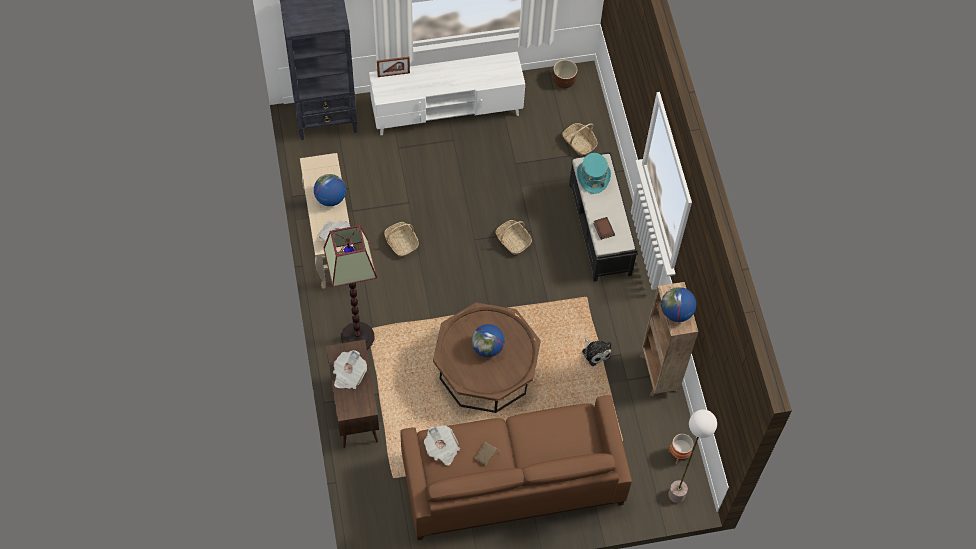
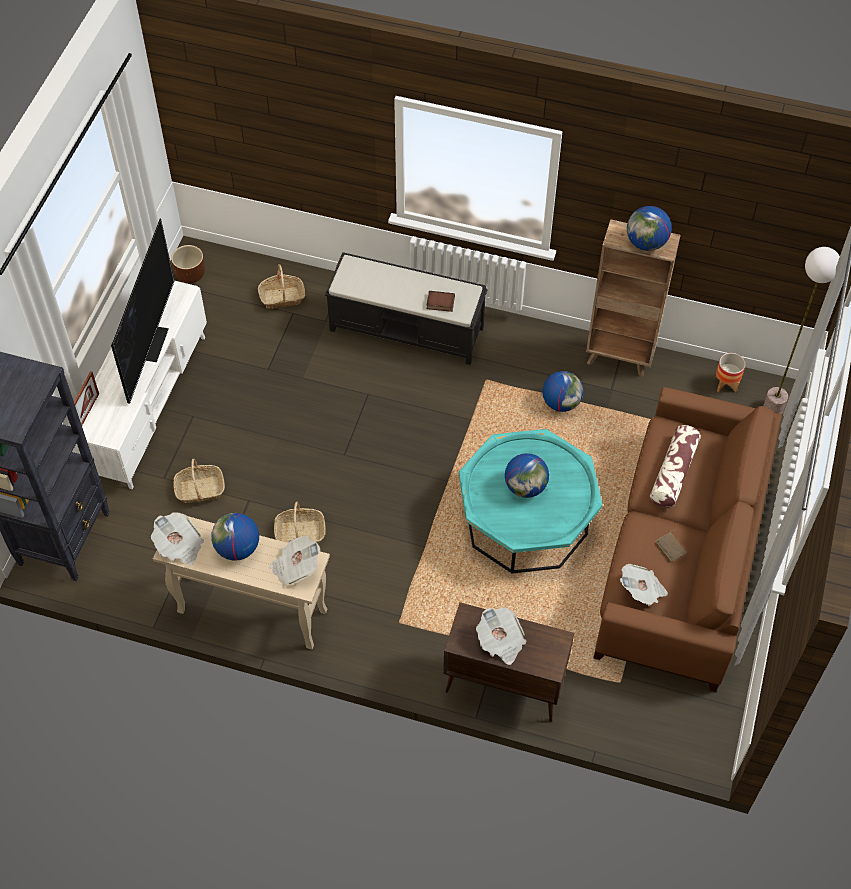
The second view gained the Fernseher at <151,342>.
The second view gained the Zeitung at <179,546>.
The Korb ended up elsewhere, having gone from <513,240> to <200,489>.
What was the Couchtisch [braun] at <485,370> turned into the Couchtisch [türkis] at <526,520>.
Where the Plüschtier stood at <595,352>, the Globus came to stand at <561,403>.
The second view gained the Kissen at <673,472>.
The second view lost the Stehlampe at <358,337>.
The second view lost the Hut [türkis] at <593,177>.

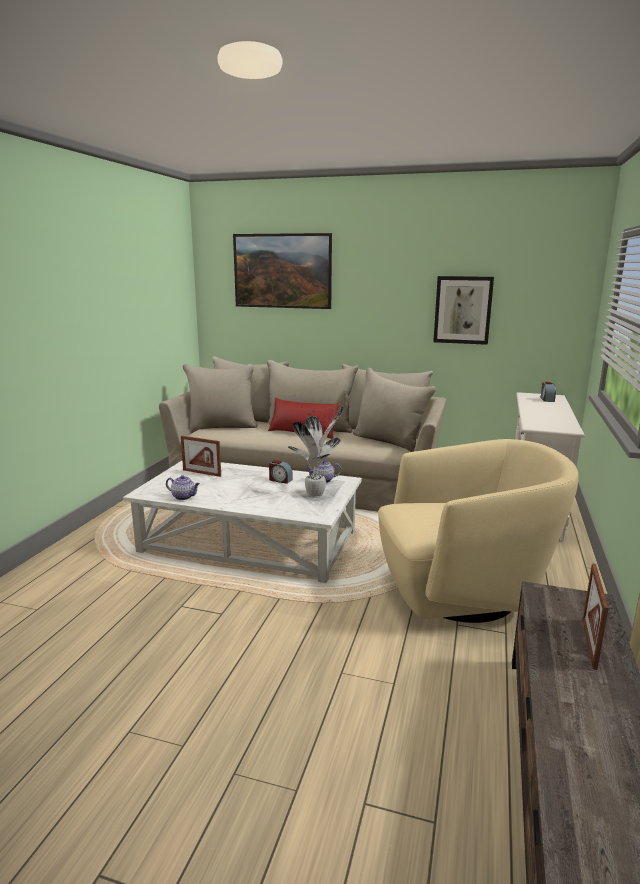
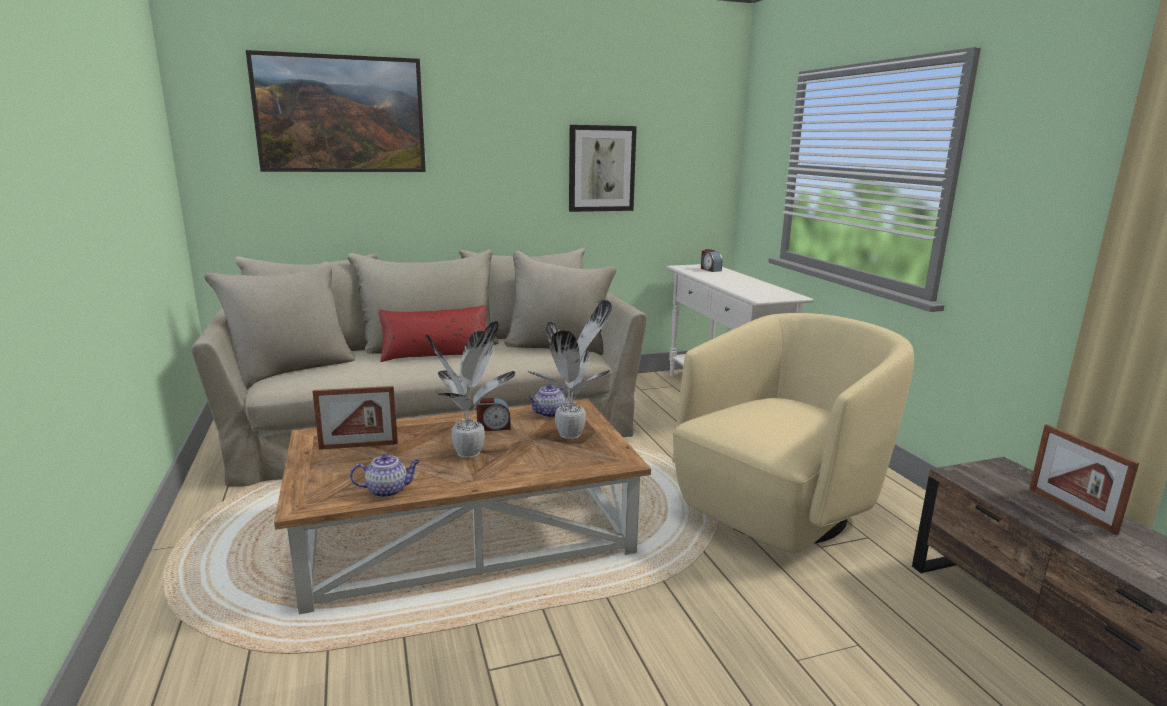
What was the Couchtisch [weiß] at <251,540> turned into the Couchtisch [braun] at <467,531>.
The second view gained the Topfpflanze at <470,454>.

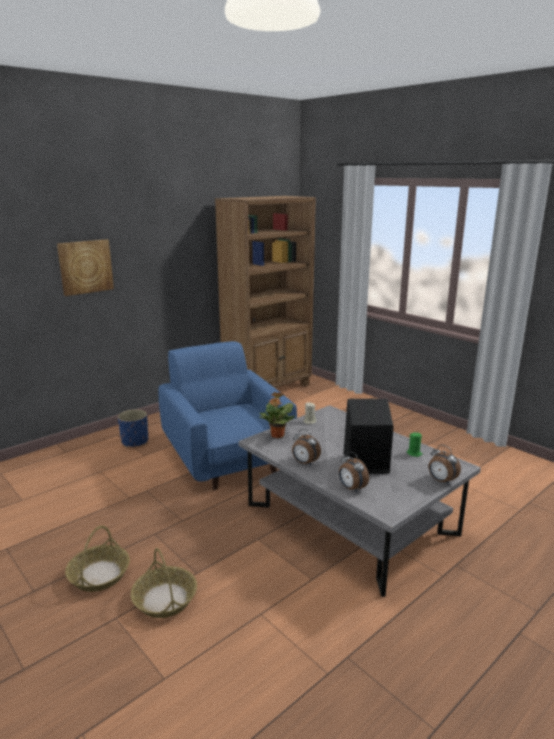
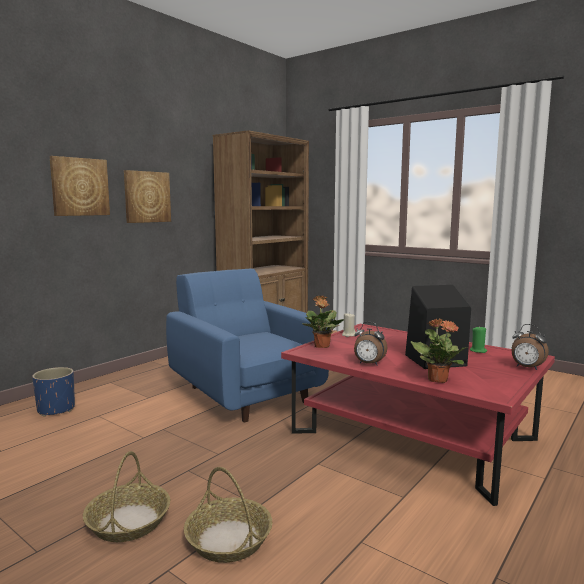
The Pflanzkübel [blau] ended up elsewhere, having gone from <135,441> to <56,409>.
The second view gained the Bild at <147,197>.
What was the Couchtisch [grau] at <350,519> turned into the Couchtisch [rot] at <412,436>.
Where the Wecker stood at <351,488>, the Topfpflanze came to stand at <437,379>.

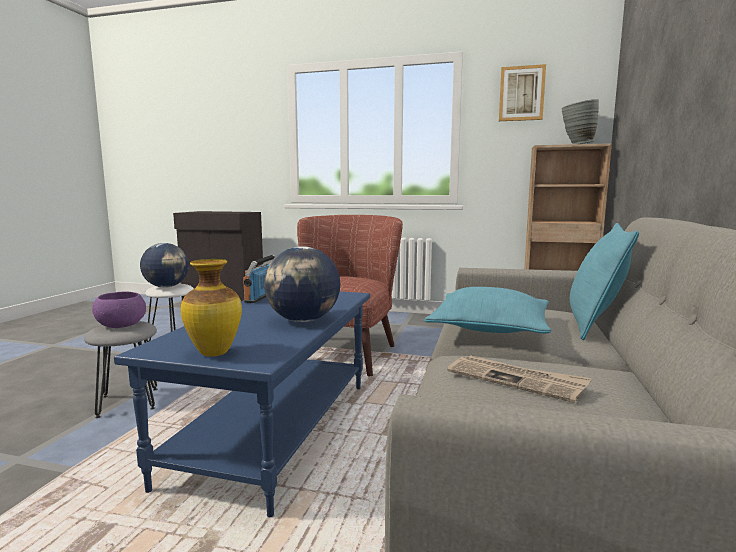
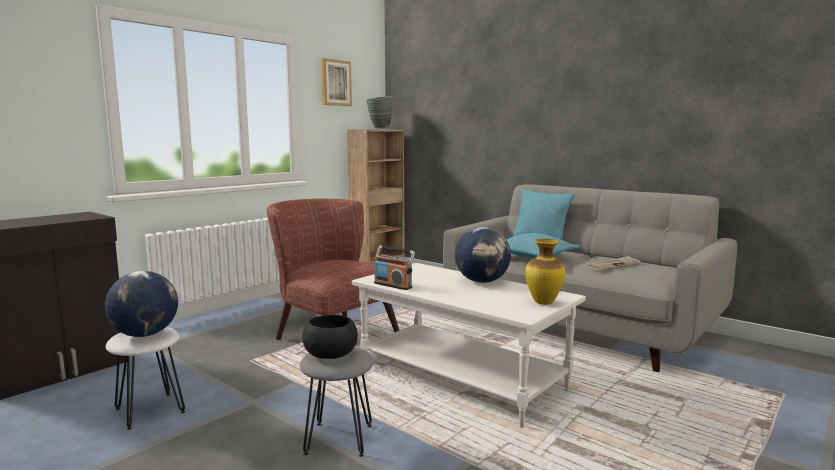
What was the Schüssel [lila] at <121,325> turned into the Schüssel [schwarz] at <331,354>.
What was the Couchtisch [blau] at <277,431> turned into the Couchtisch [weiß] at <462,378>.

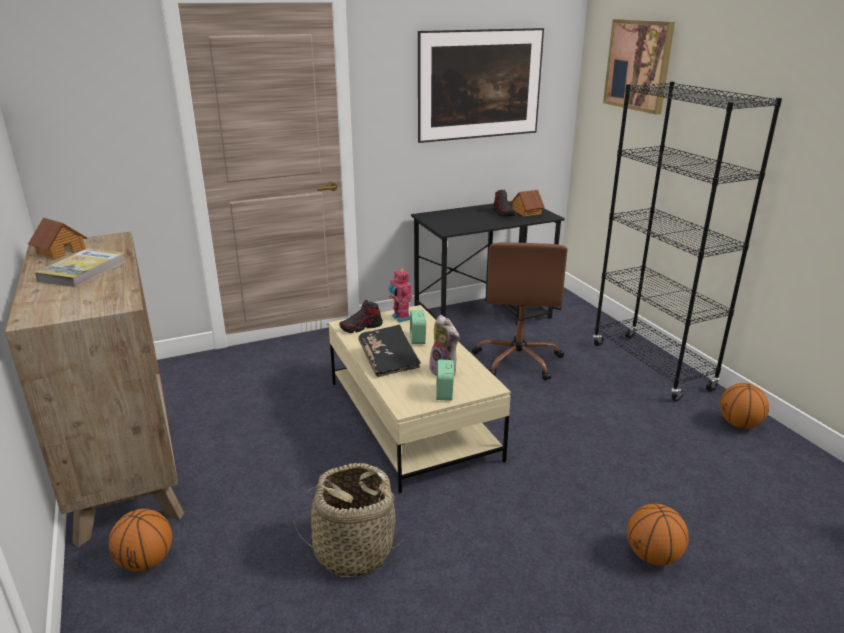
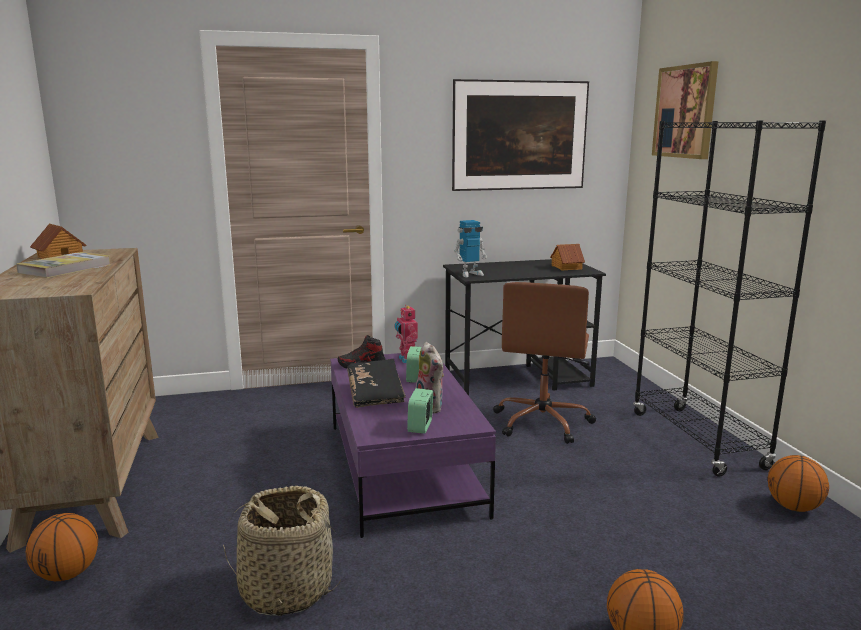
What was the Couchtisch [beige] at <412,419> turned into the Couchtisch [lila] at <403,468>.
The second view gained the Spielzeugroboter at <470,274>.
The second view lost the Schuh at <503,213>.

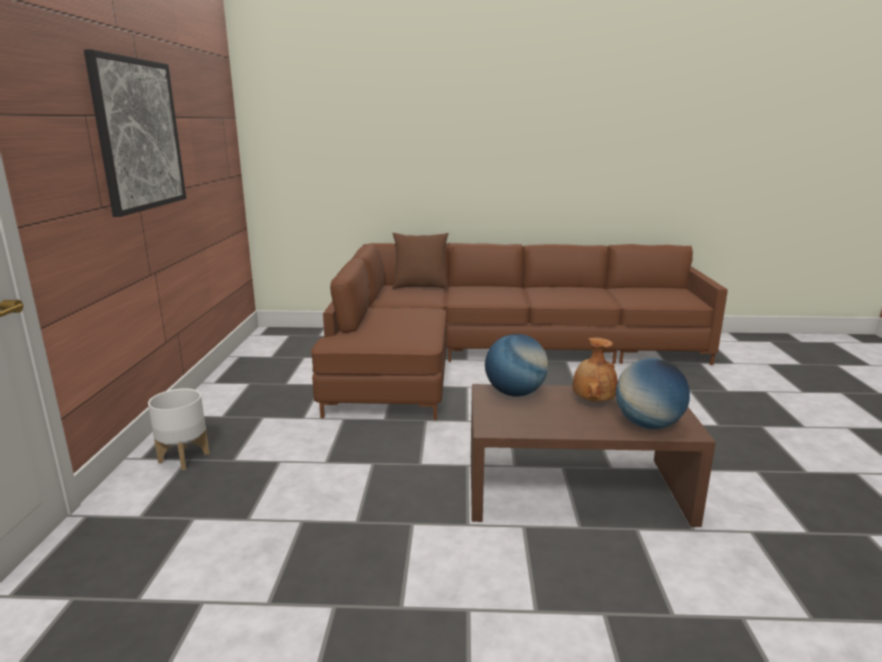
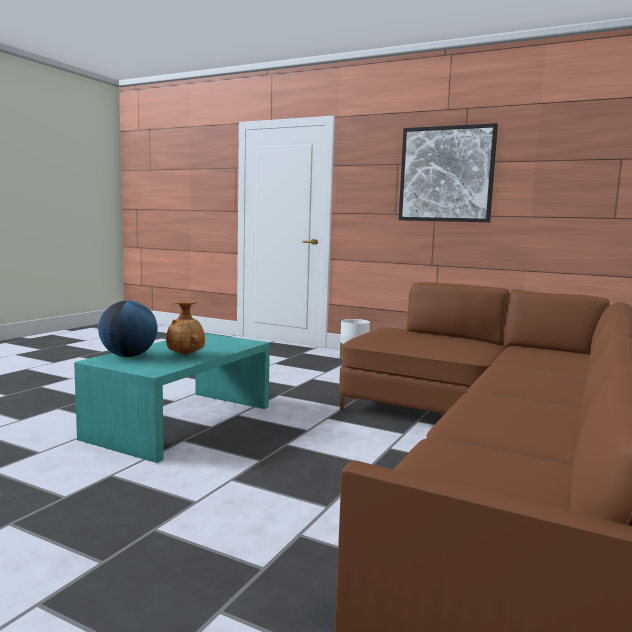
What was the Couchtisch [braun] at <575,488> turned into the Couchtisch [türkis] at <182,422>.
The second view lost the Kissen [braun] at <420,286>.
The second view lost the Globus at <515,393>.

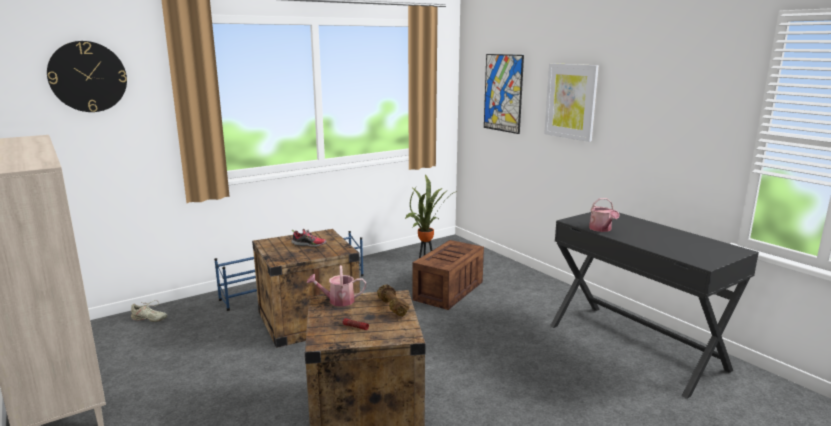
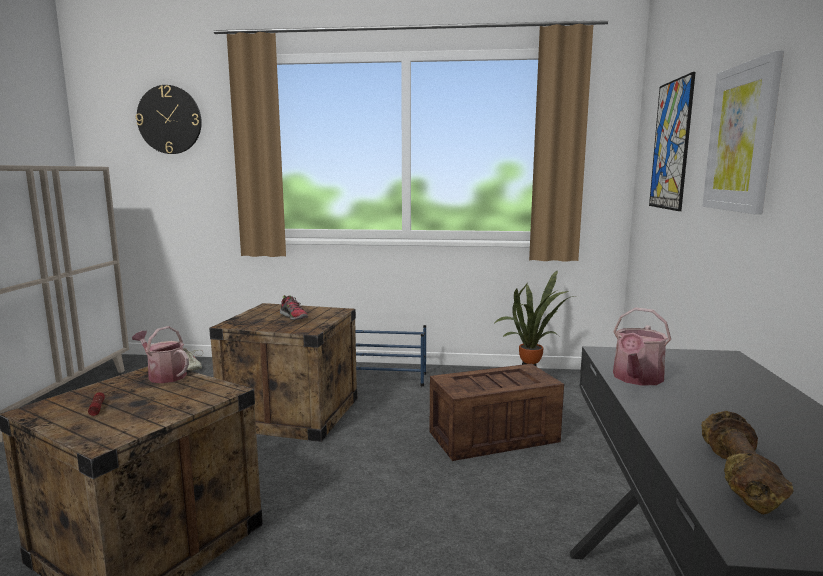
The Hantel [braun] ended up elsewhere, having gone from <392,307> to <737,477>.

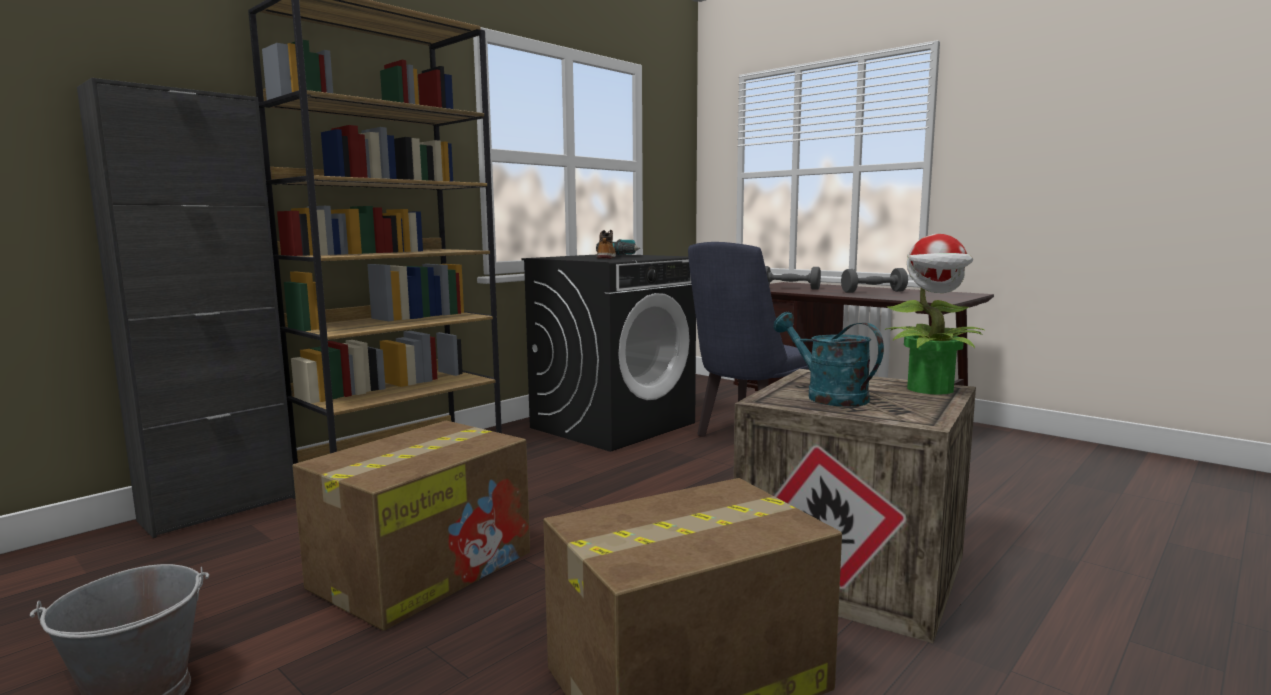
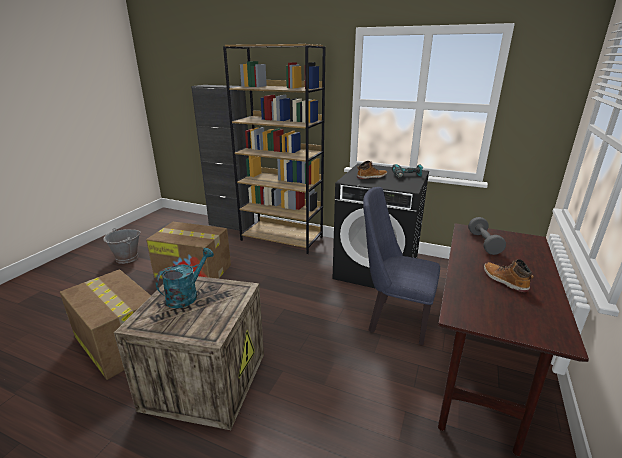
Where the Hantel [grau] stood at <873,292>, the Stiefel came to stand at <504,280>.
The second view lost the Topfpflanze at <931,389>.

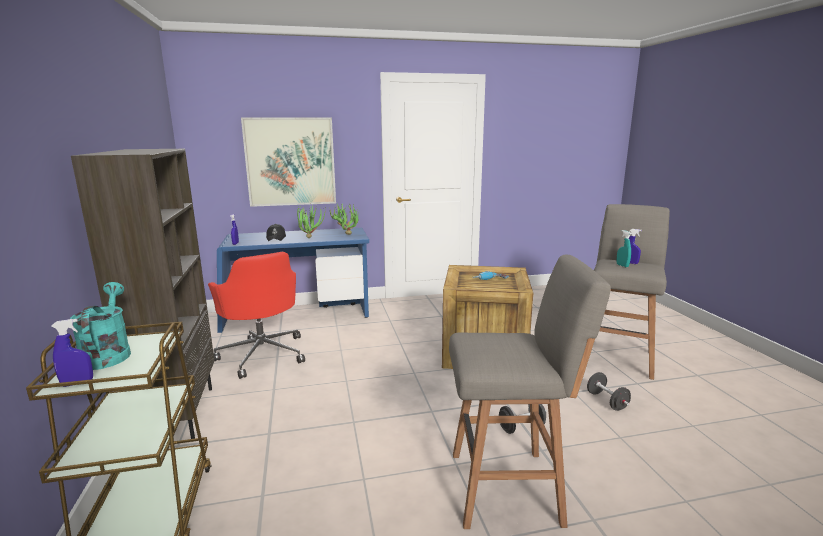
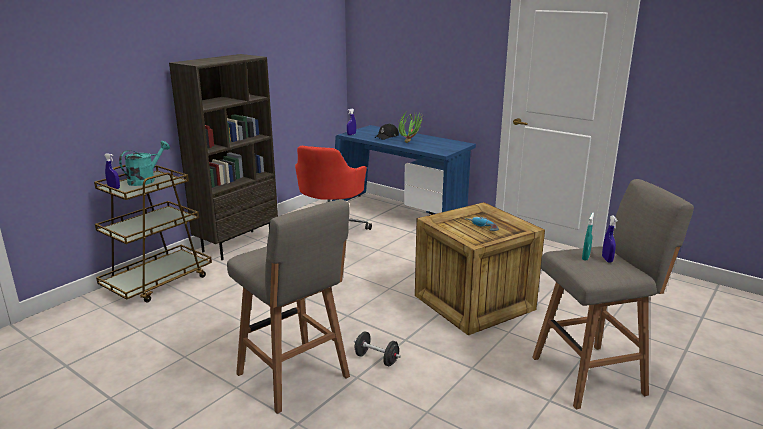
The second view lost the Bild at <290,162>.
The second view lost the Topfpflanze at <345,234>.
The second view lost the Hantel [schwarz] at <606,401>.

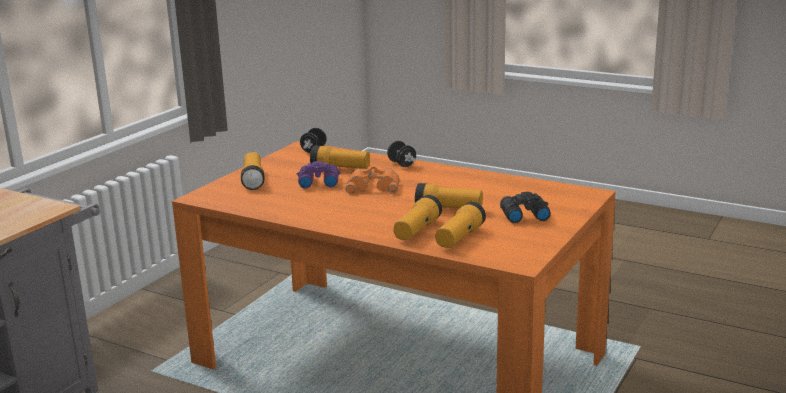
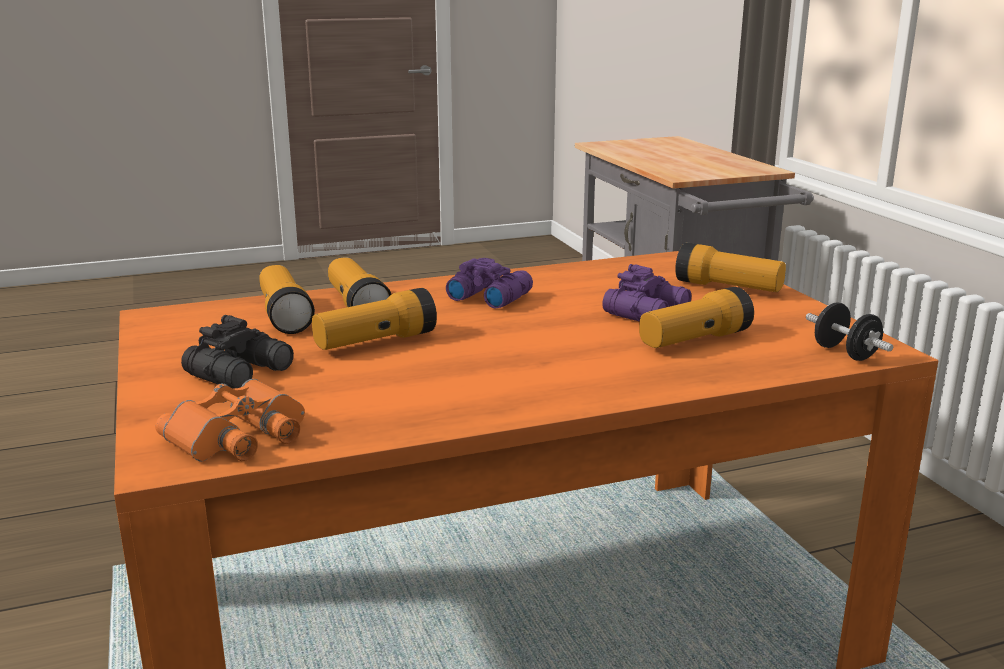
The Fernglas [orange] ended up elsewhere, having gone from <373,186> to <240,436>.
The second view gained the Fernglas [lila] at <489,296>.
The second view lost the Hantel [schwarz] at <401,164>.

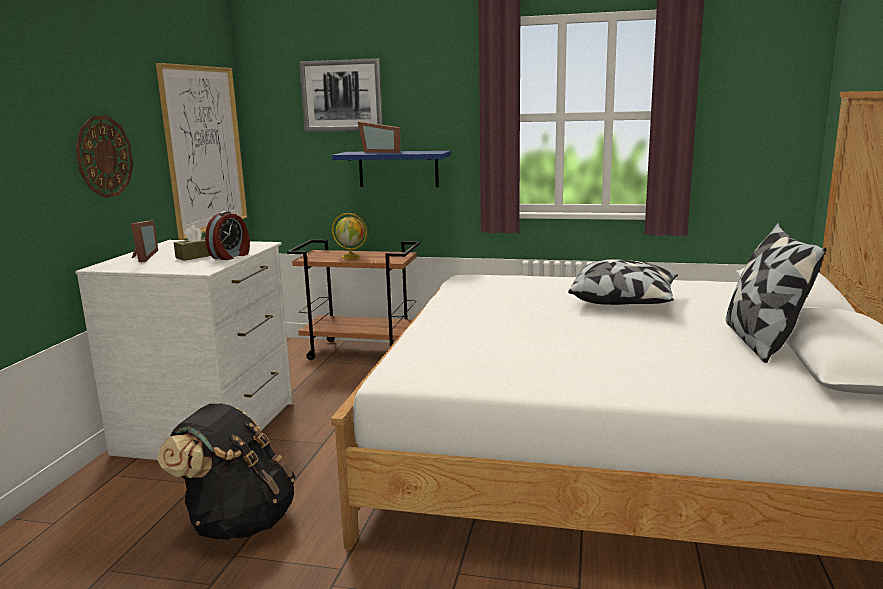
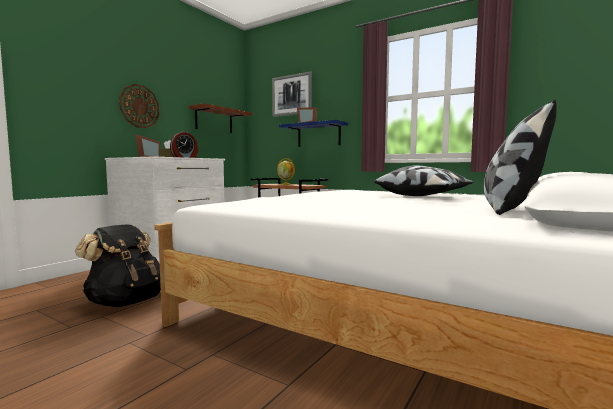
Where the Bild hung at <204,149>, the Wandregal [braun] came to hang at <214,120>.

